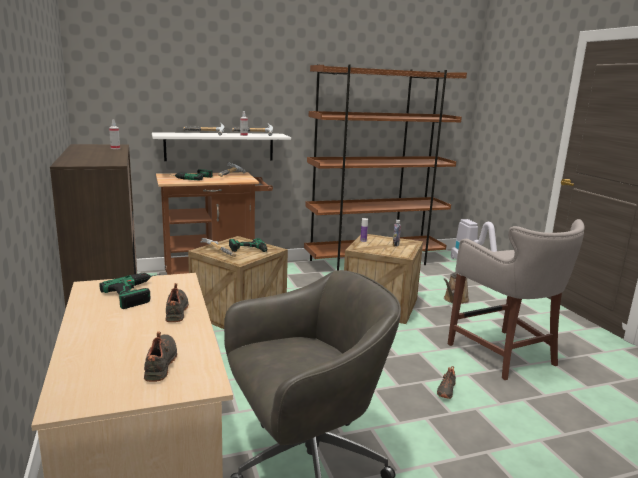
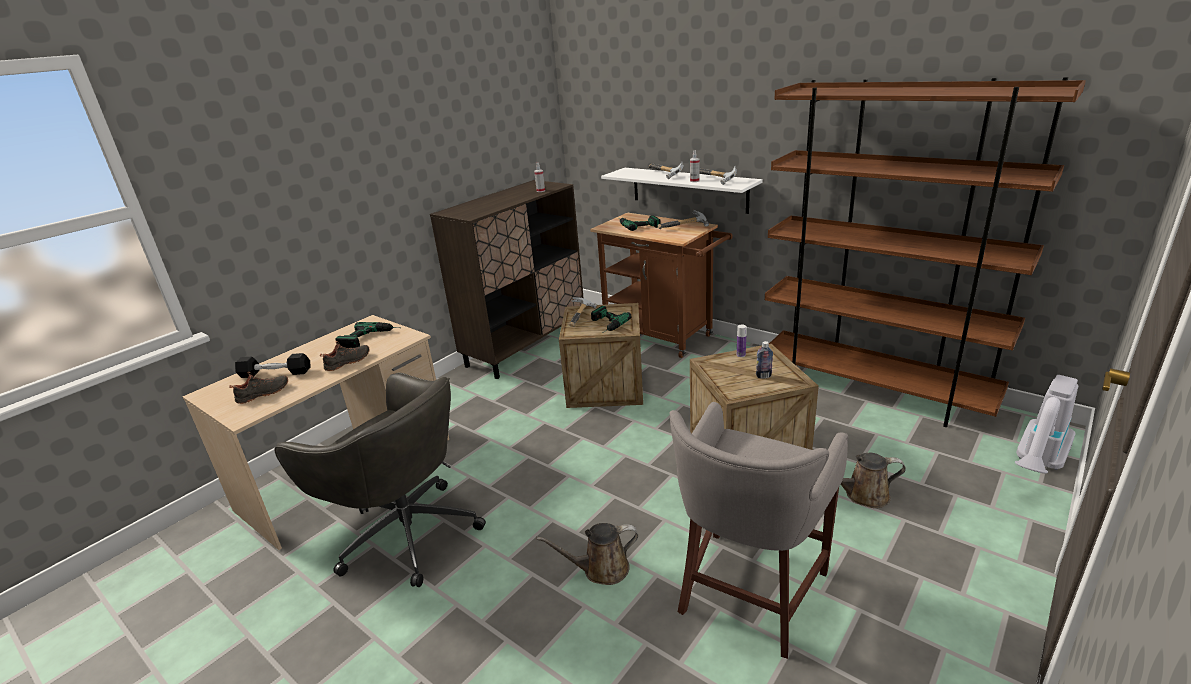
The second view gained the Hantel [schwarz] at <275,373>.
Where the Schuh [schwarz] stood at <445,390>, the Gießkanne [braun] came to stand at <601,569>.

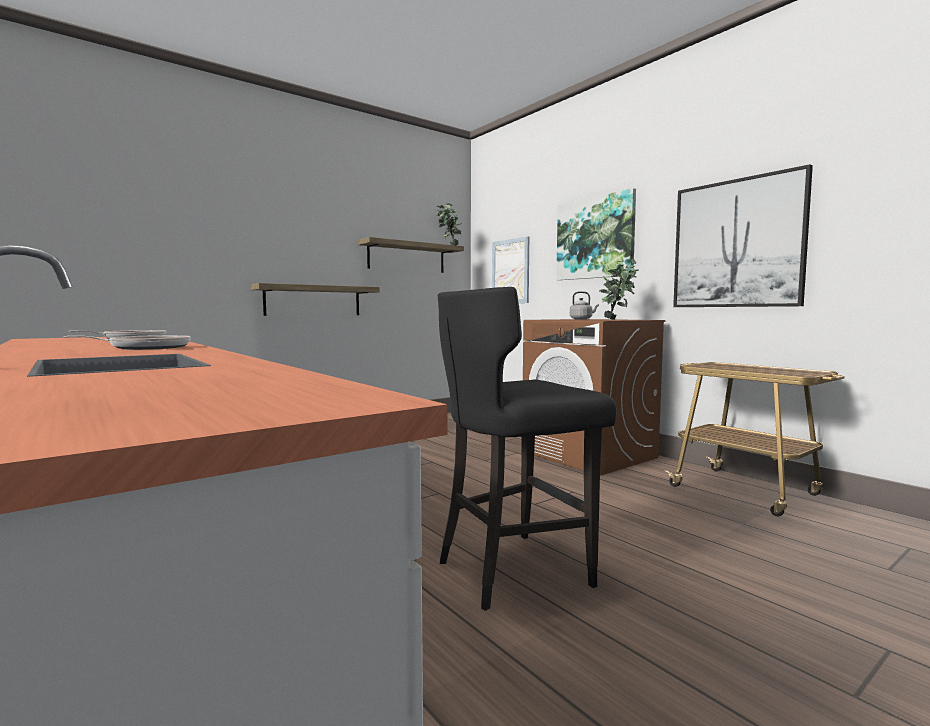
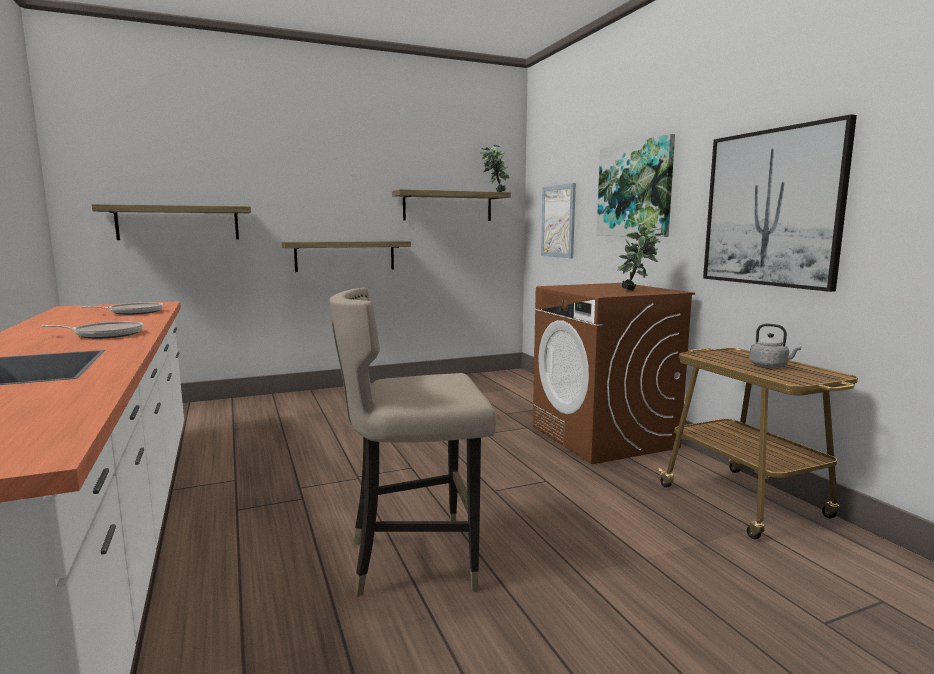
The second view gained the Wandregal at <178,223>.
What was the Hocker [schwarz] at <514,570> turned into the Hocker [beige] at <415,560>.
The Wasserkessel [grau] ended up elsewhere, having gone from <582,319> to <770,366>.

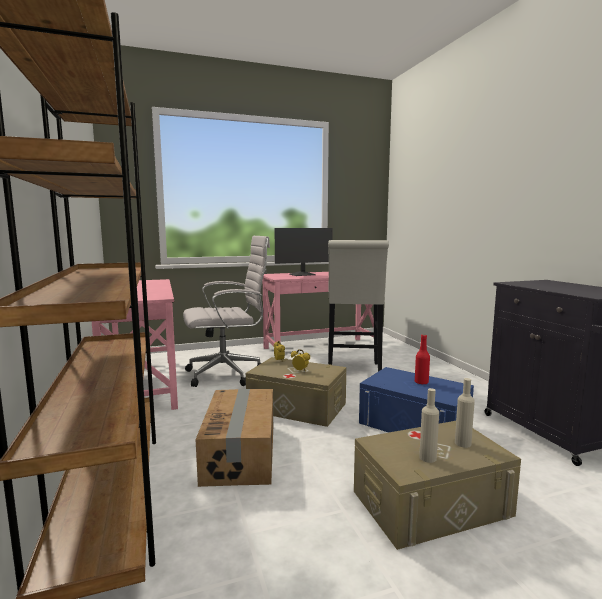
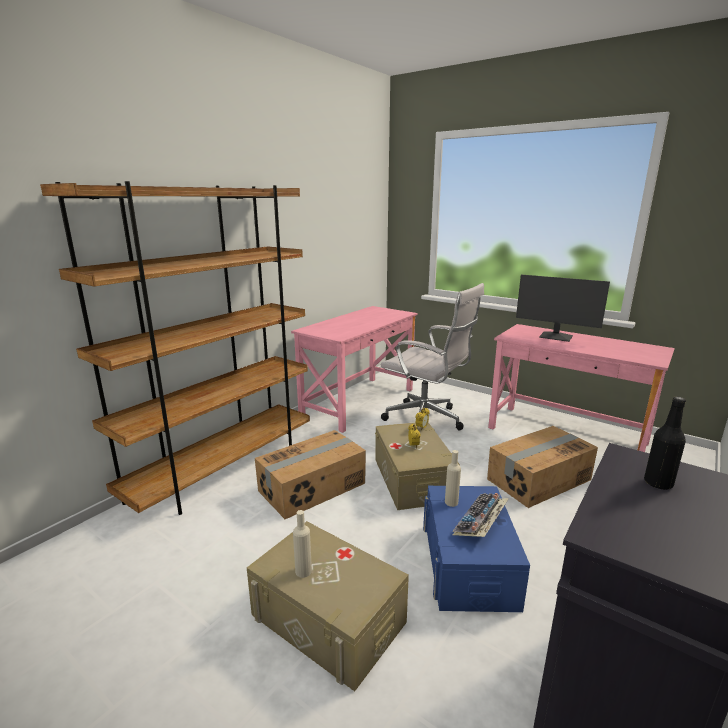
The Flasche [beige] ended up elsewhere, having gone from <462,443> to <451,502>.
Where the Flasche [rot] stood at <421,382>, the Tastatur came to stand at <481,522>.
Where the Hocker [weiß] stood at <353,373>, the Karton came to stand at <538,479>.
The second view gained the Flasche [schwarz] at <658,483>.

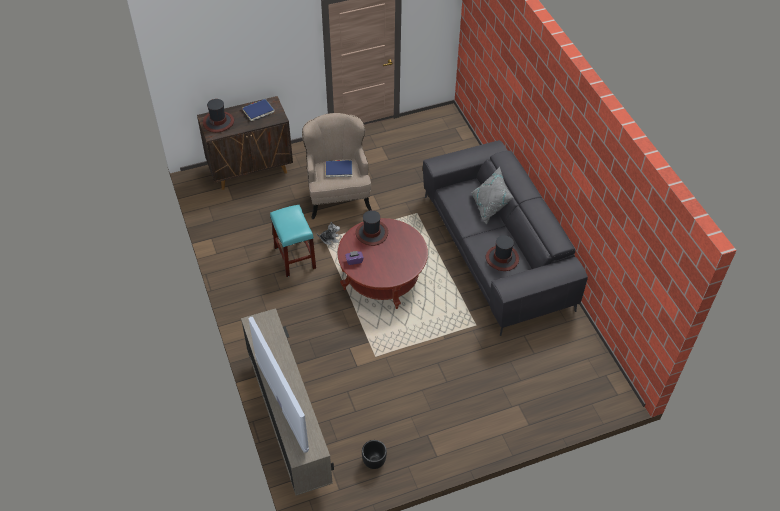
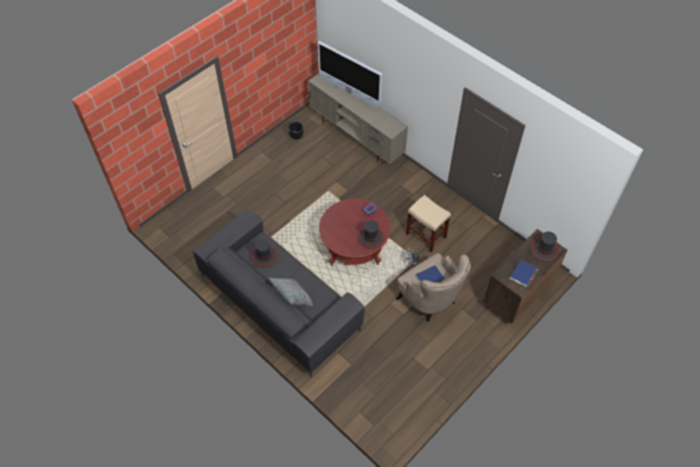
What was the Hocker [türkis] at <294,257> turned into the Hocker [beige] at <426,236>.

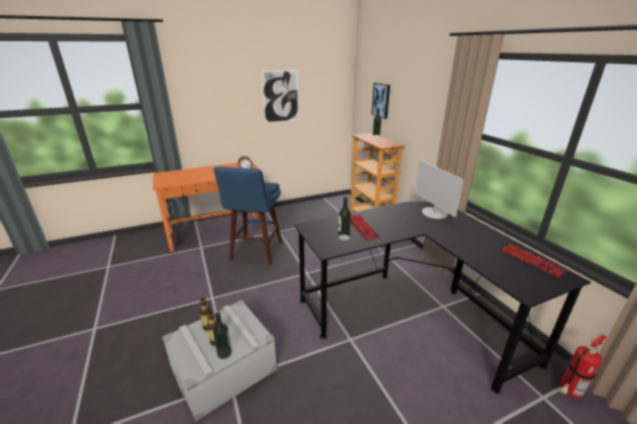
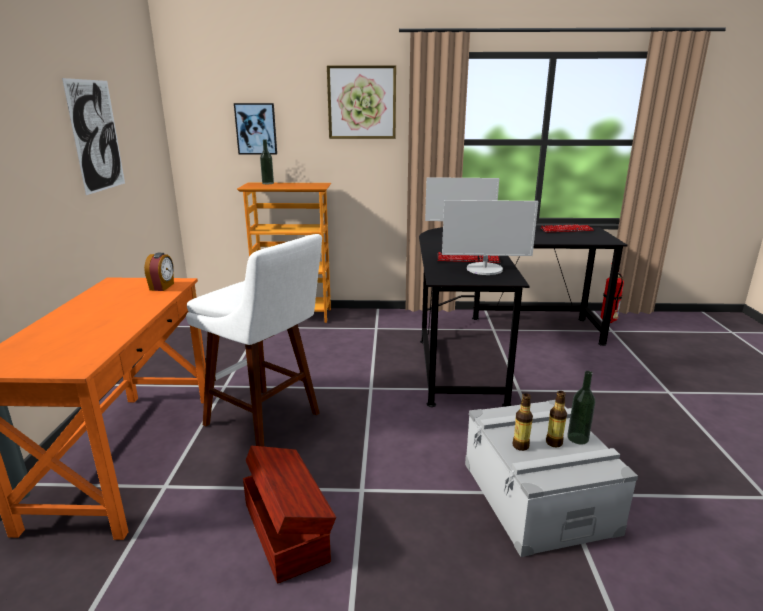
What was the Hocker [blau] at <255,253> turned into the Hocker [weiß] at <267,421>.
The second view gained the Aufbewahrungsbox [braun] at <287,530>.
The second view gained the Bild at <362,102>.
Where the Flasche stood at <343,237>, the Monitor came to stand at <484,269>.

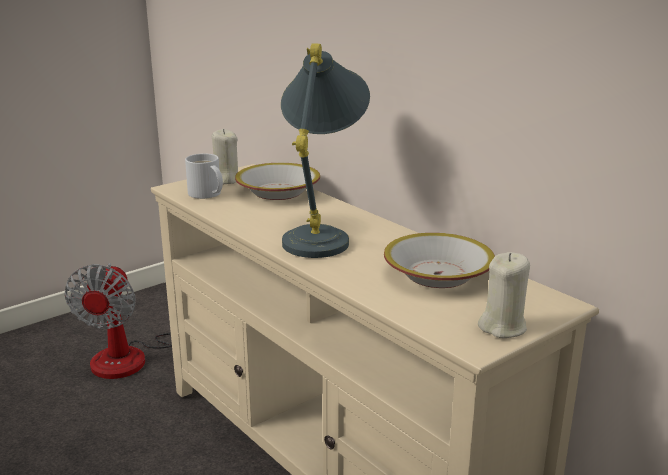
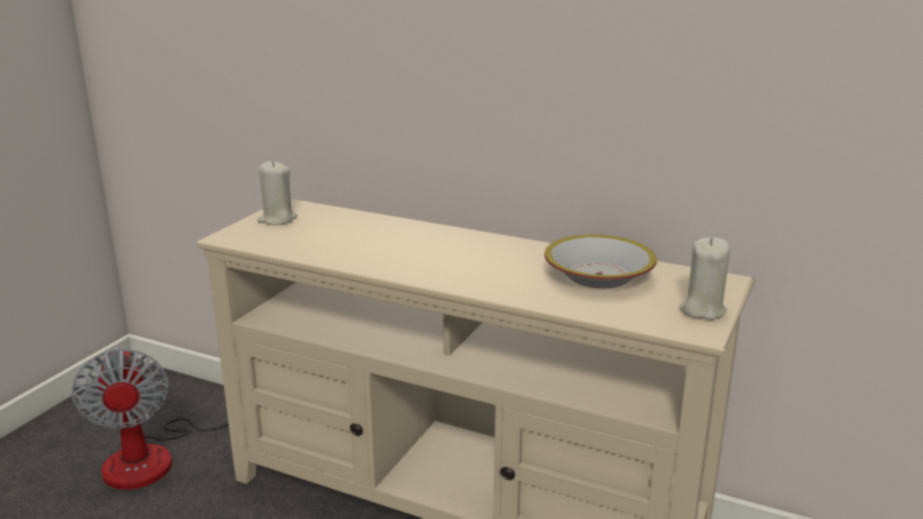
The second view lost the Henkelbecher [weiß] at <205,194>.
The second view lost the Schüssel at <278,192>.
The second view lost the Tischlampe [grau] at <322,234>.

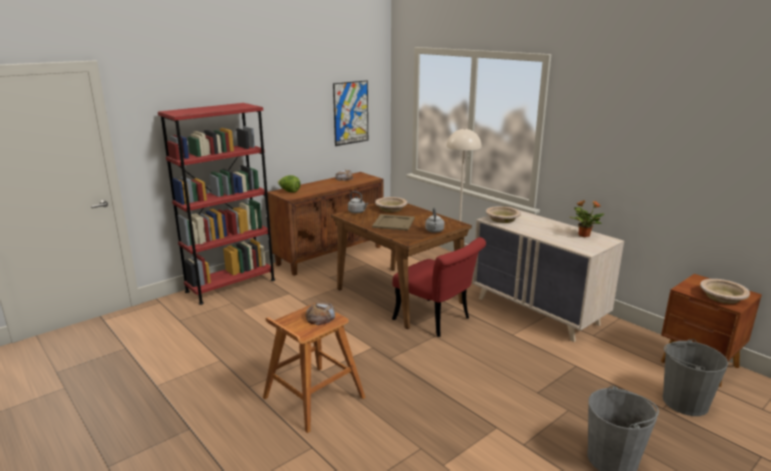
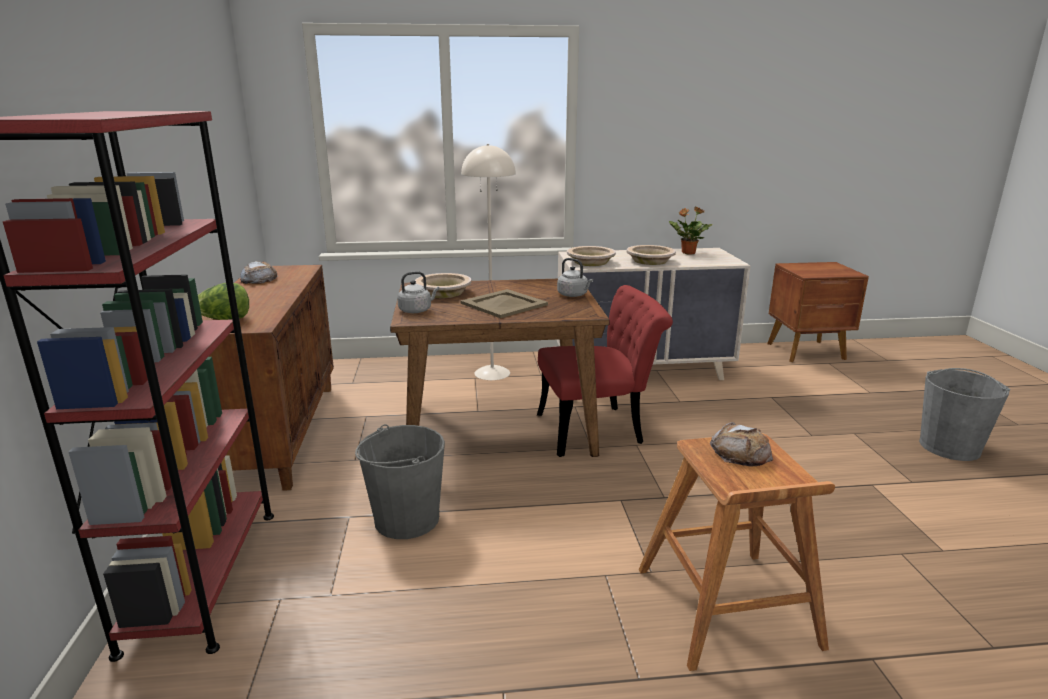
The Eimer [grau] ended up elsewhere, having gone from <684,402> to <406,519>.
The Schüssel [beige] ended up elsewhere, having gone from <722,297> to <650,261>.
The second view lost the Bild at <351,113>.

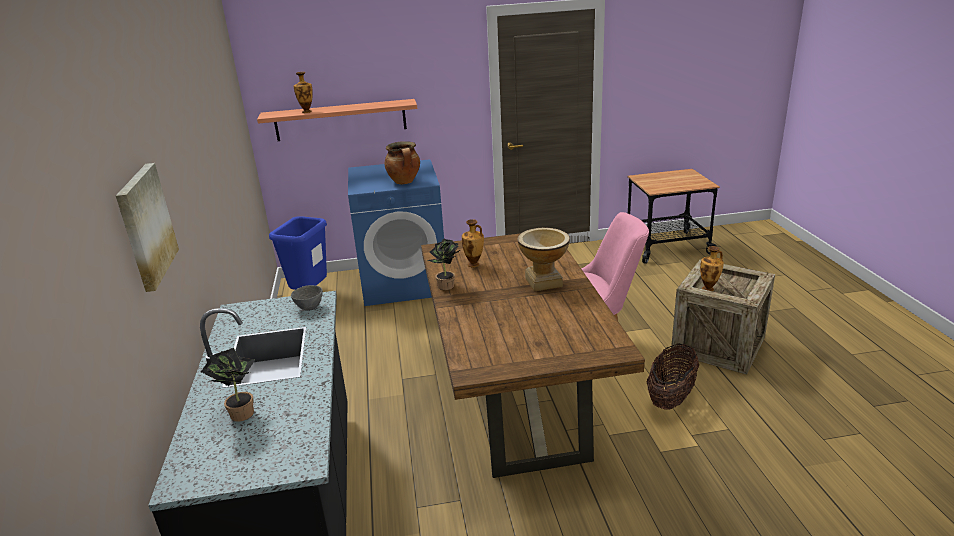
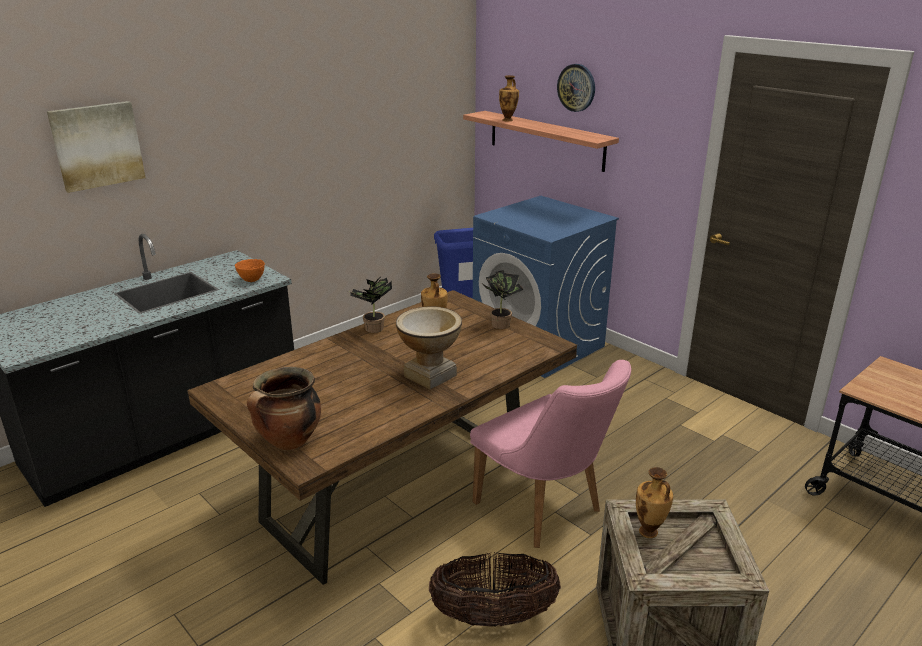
What was the Schüssel [grau] at <309,308> turned into the Schüssel [orange] at <251,280>.
The Kochtopf ended up elsewhere, having gone from <405,182> to <289,442>.
The Topfpflanze ended up elsewhere, having gone from <239,412> to <500,323>.
The second view gained the Wanduhr at <576,87>.

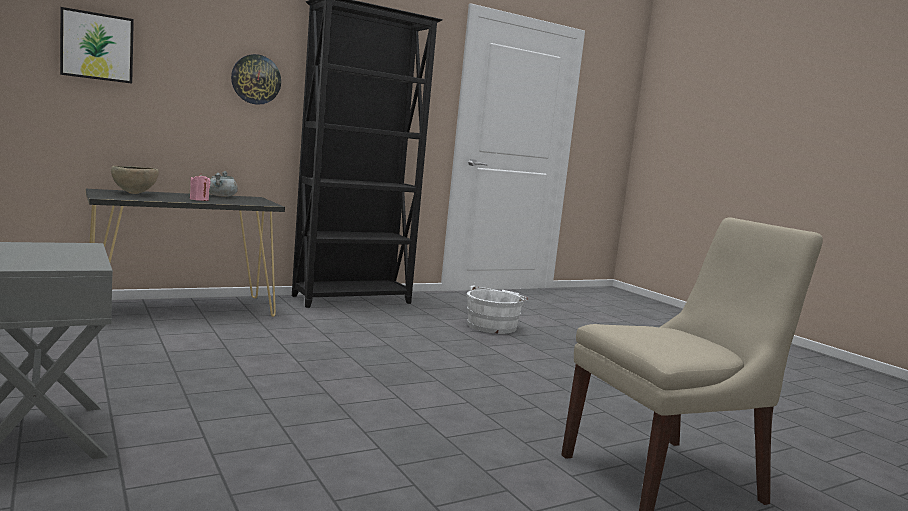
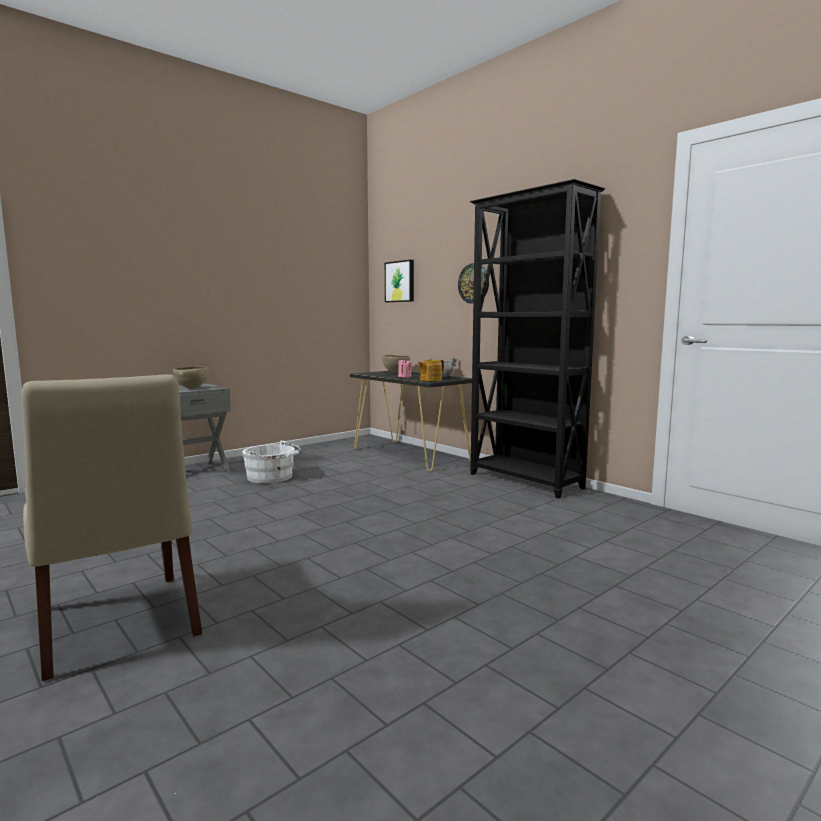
The second view gained the Schüssel [braun] at <192,388>.
The Eimer [weiß] ended up elsewhere, having gone from <493,326> to <272,477>.
The second view gained the Teekanne at <430,380>.

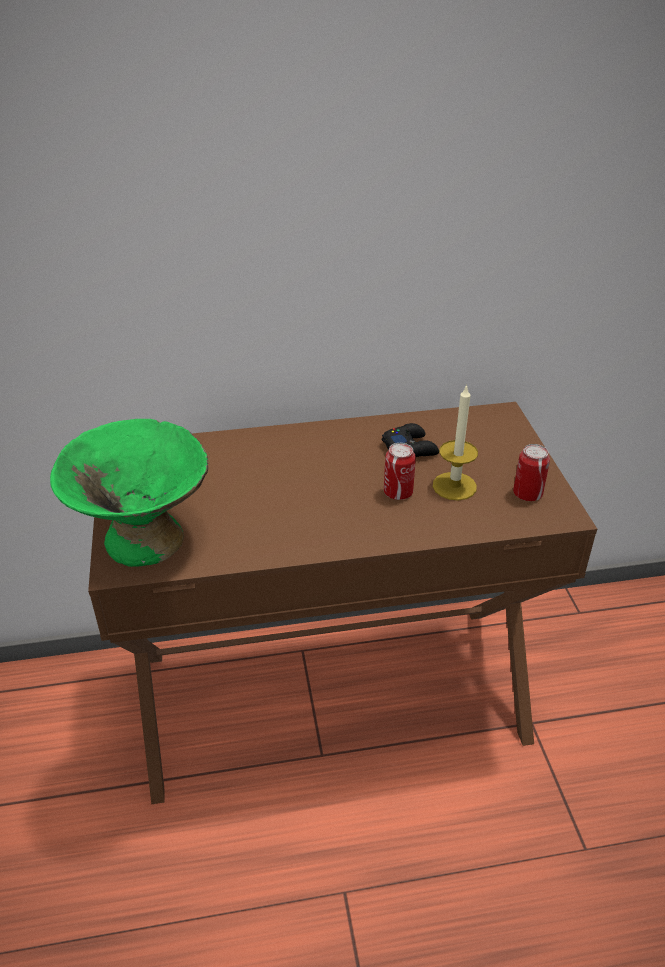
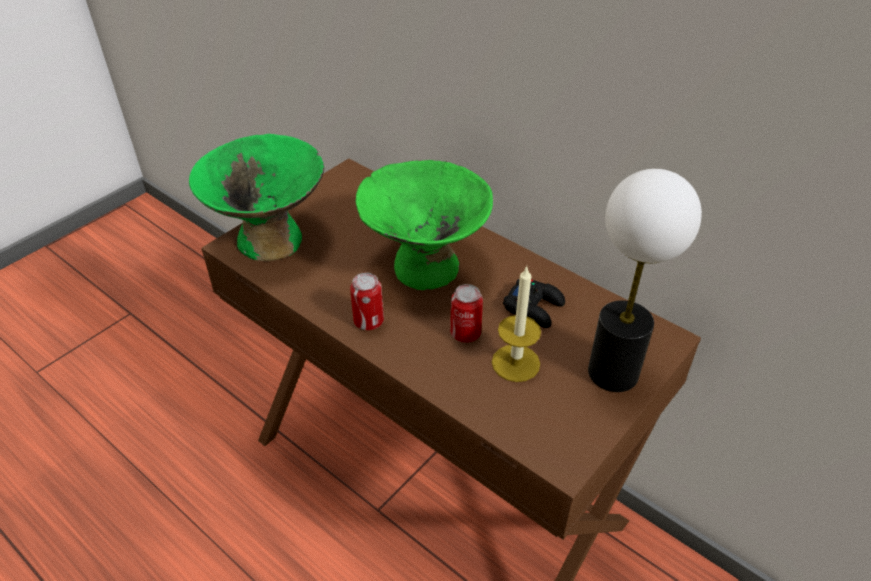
The Dose ended up elsewhere, having gone from <527,494> to <368,321>.
The second view gained the Schüssel [grün] at <425,266>.
The second view gained the Tischlampe at <613,373>.

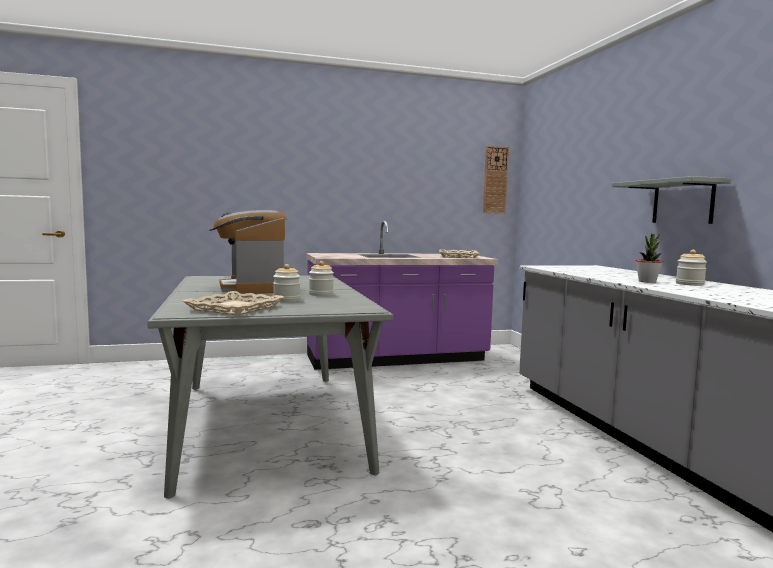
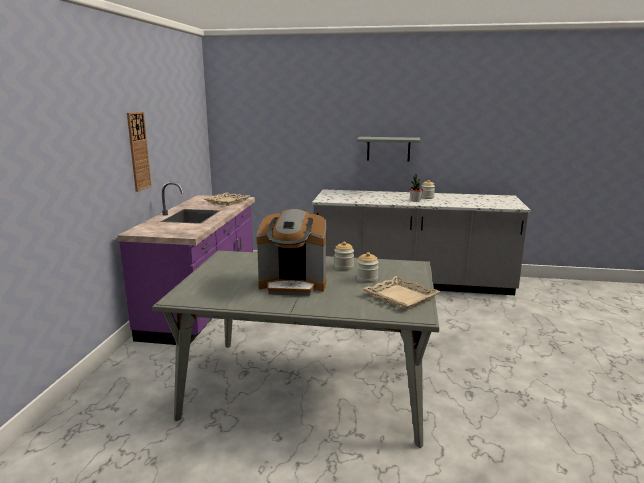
The Wanduhr ended up elsewhere, having gone from <495,180> to <138,151>.

